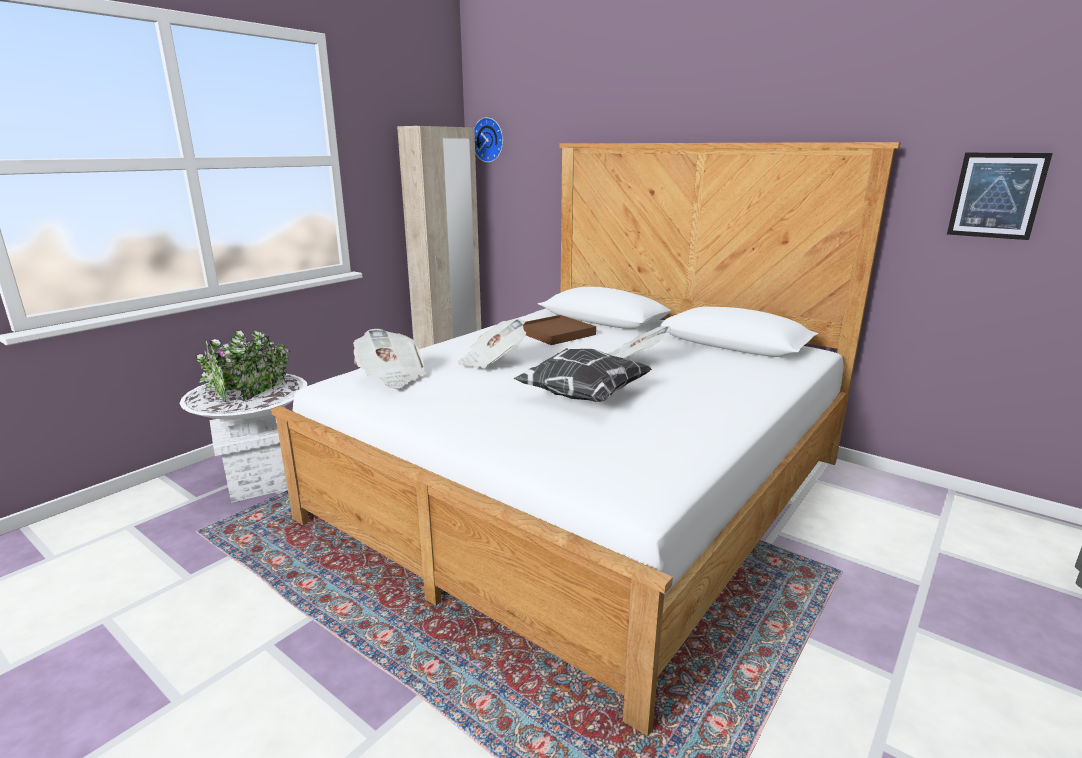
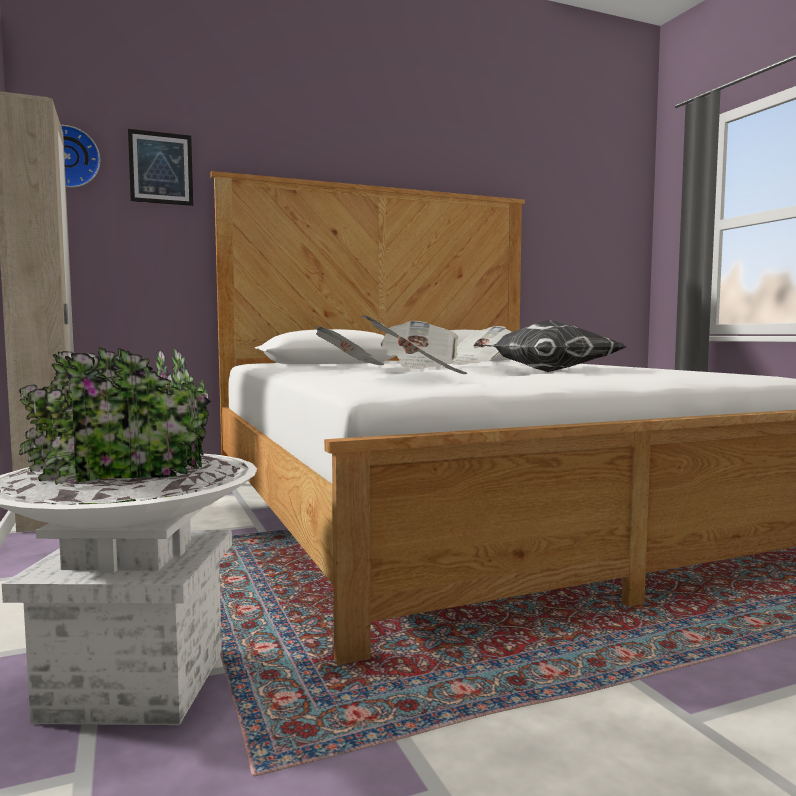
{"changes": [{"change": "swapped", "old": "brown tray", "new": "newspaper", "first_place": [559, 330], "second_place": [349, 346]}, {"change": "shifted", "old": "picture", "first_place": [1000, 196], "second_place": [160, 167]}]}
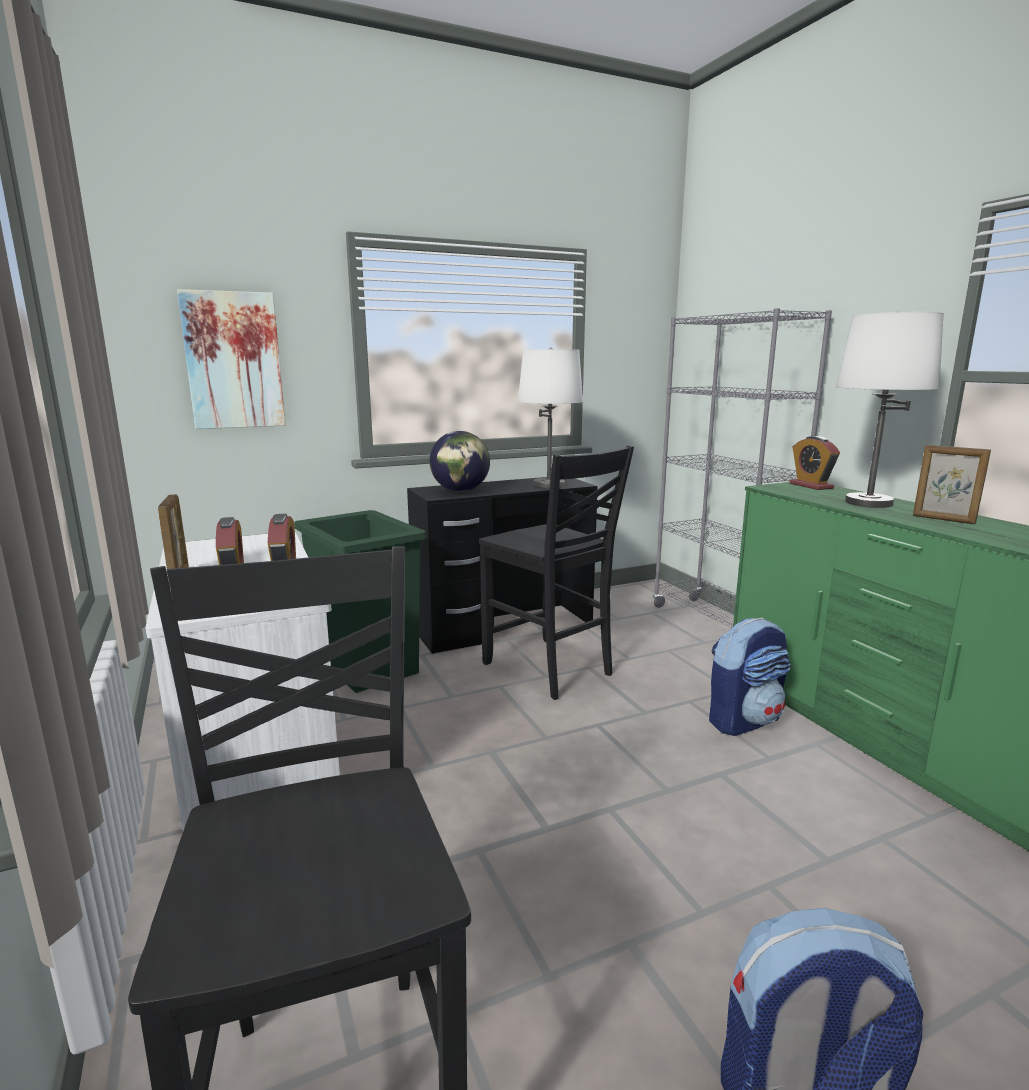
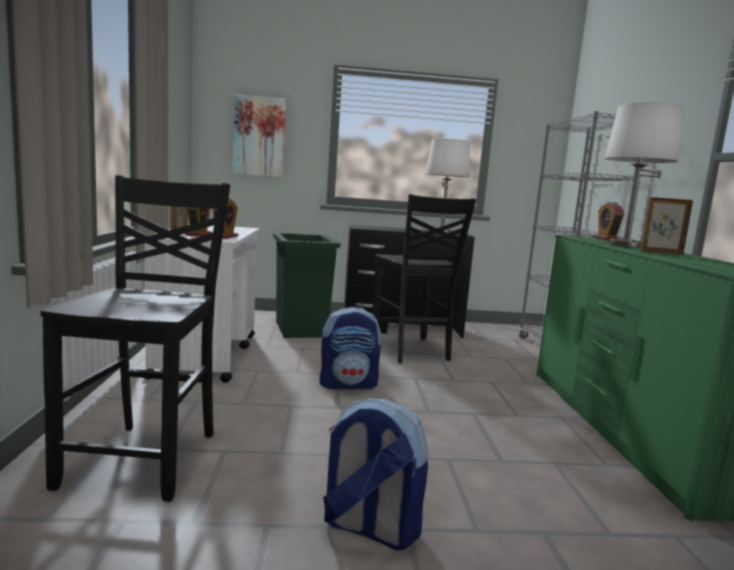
{"changes": [{"change": "gone", "old": "globe", "first_place": [460, 461]}, {"change": "shifted", "old": "backpack", "first_place": [750, 677], "second_place": [351, 348]}, {"change": "rotated", "old": "picture frame", "first_place": [952, 484], "second_place": [666, 226], "degrees": 120}]}
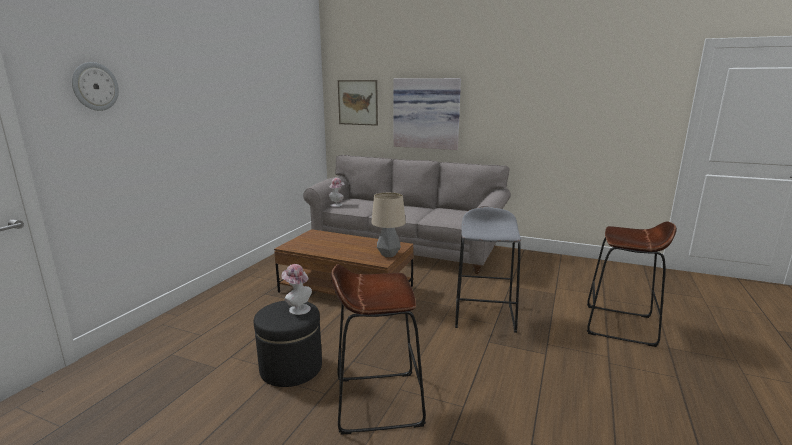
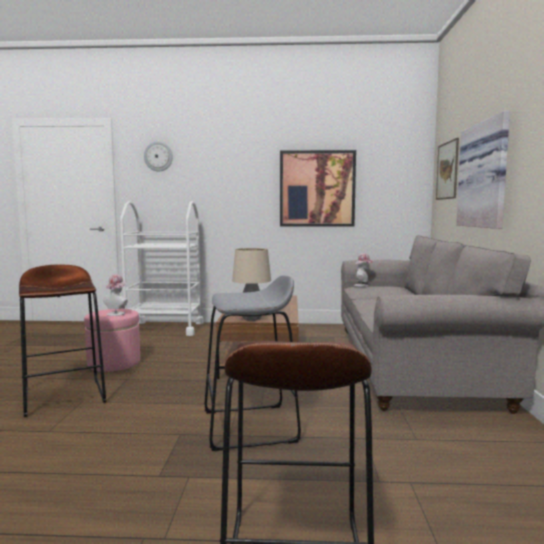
{"changes": [{"change": "repainted", "old": "black ottoman", "new": "pink ottoman", "first_place": [288, 344], "second_place": [112, 340]}, {"change": "new", "new": "white cart", "second_place": [162, 268]}, {"change": "new", "new": "picture", "second_place": [318, 188]}]}
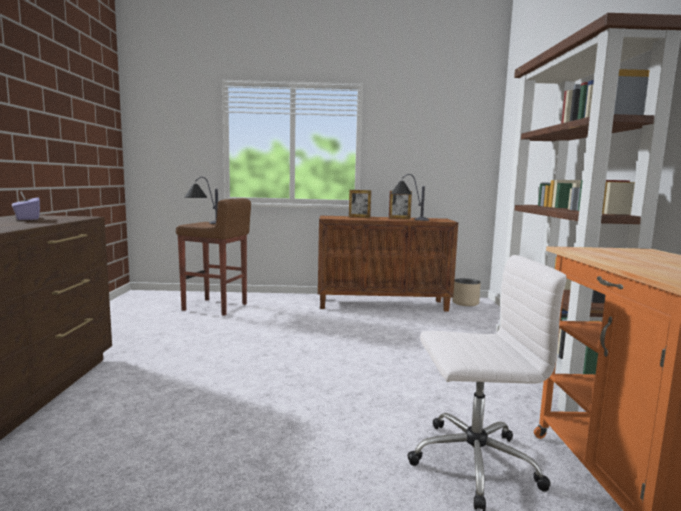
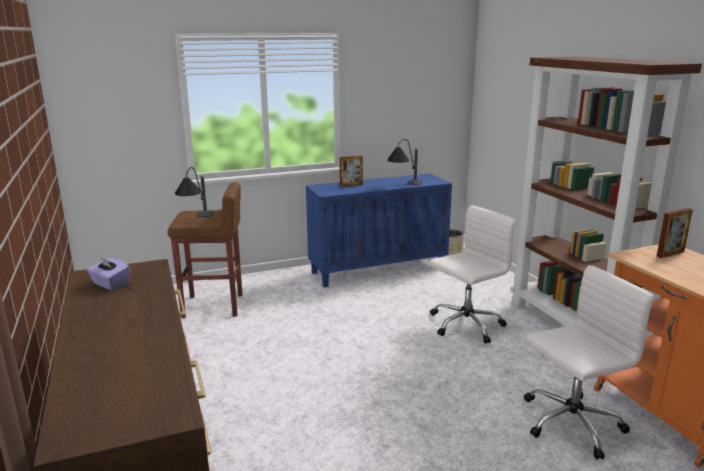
{"changes": [{"change": "repainted", "old": "brown cabinet", "new": "blue cabinet", "first_place": [388, 264], "second_place": [379, 230]}, {"change": "shifted", "old": "picture frame", "first_place": [400, 205], "second_place": [675, 233]}, {"change": "new", "new": "white office chair", "second_place": [472, 274]}]}
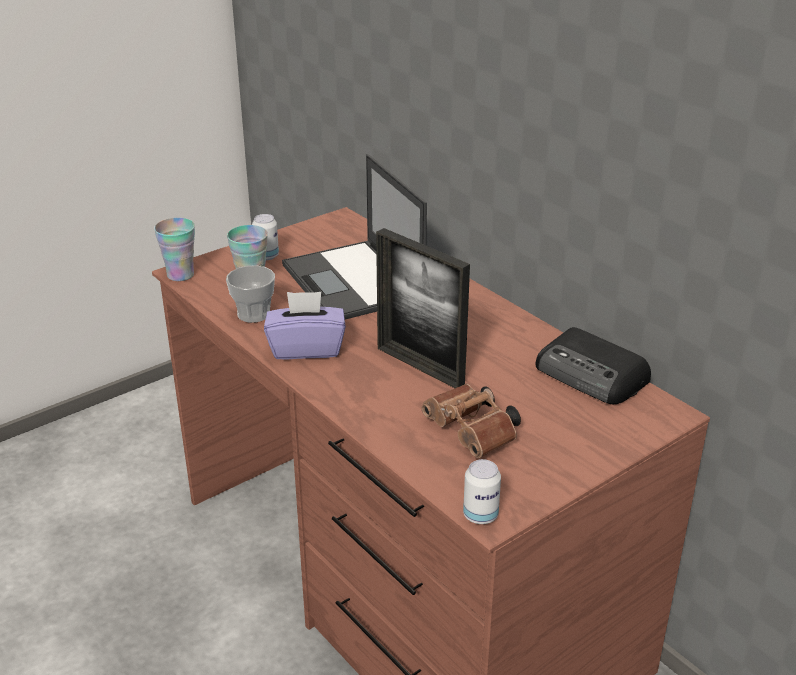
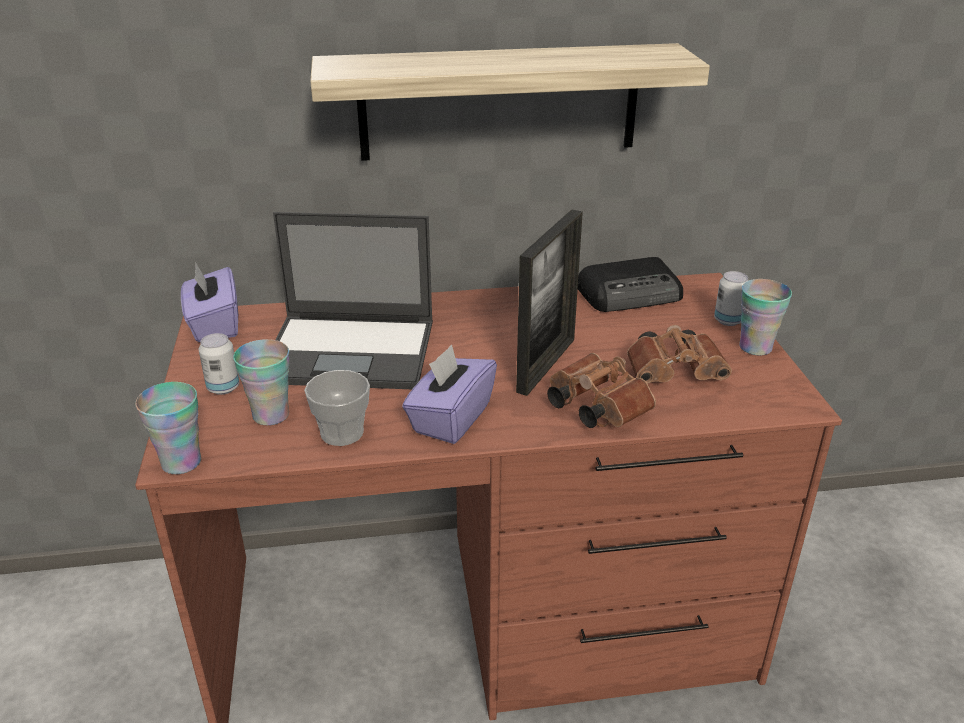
{"changes": [{"change": "rotated", "old": "picture frame", "first_place": [423, 308], "second_place": [549, 302], "degrees": -45}, {"change": "shifted", "old": "can", "first_place": [482, 491], "second_place": [731, 298]}, {"change": "new", "new": "purple tissue box", "second_place": [209, 302]}, {"change": "new", "new": "shelf", "second_place": [510, 102]}, {"change": "new", "new": "brown binoculars", "second_place": [601, 390]}, {"change": "new", "new": "cup", "second_place": [765, 317]}]}
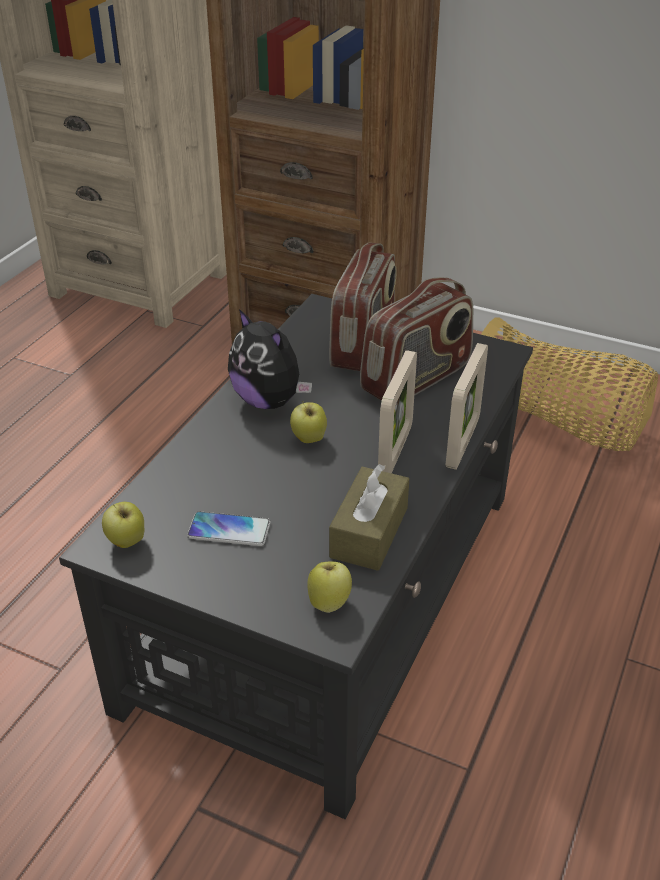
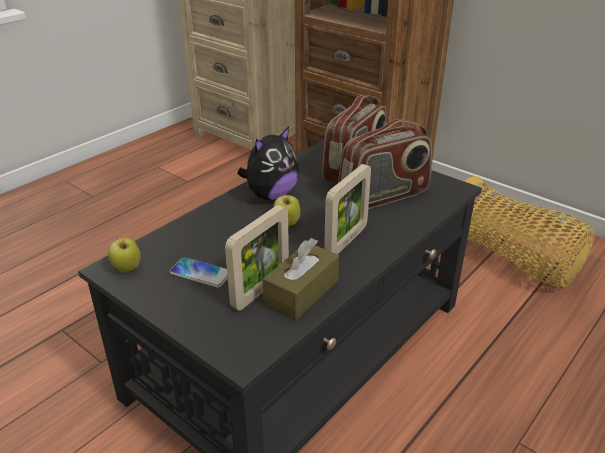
{"changes": [{"change": "rotated", "old": "plush toy", "first_place": [270, 359], "second_place": [268, 163], "degrees": -105}, {"change": "gone", "old": "apple", "first_place": [329, 587]}, {"change": "shifted", "old": "picture frame", "first_place": [467, 406], "second_place": [257, 258]}]}
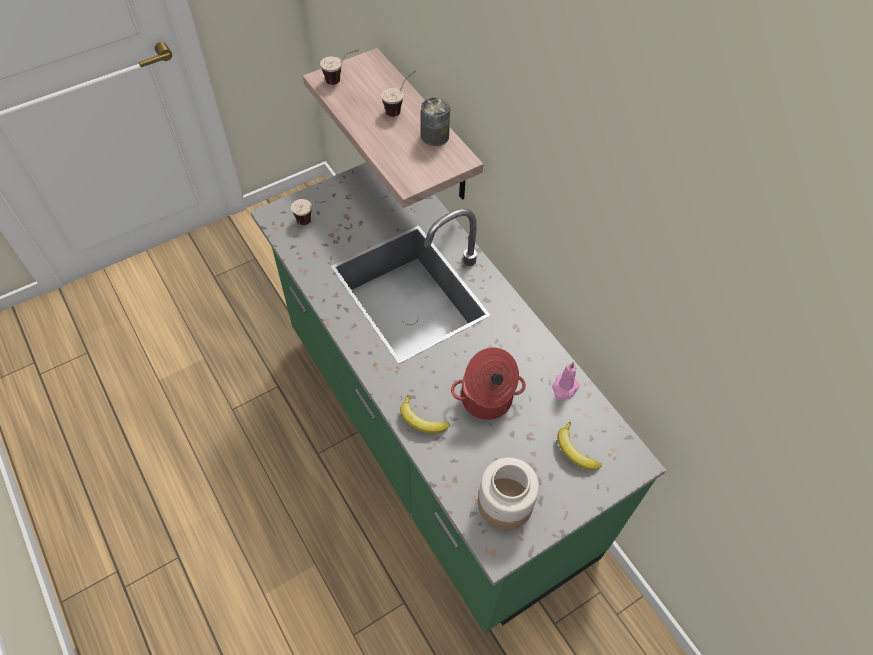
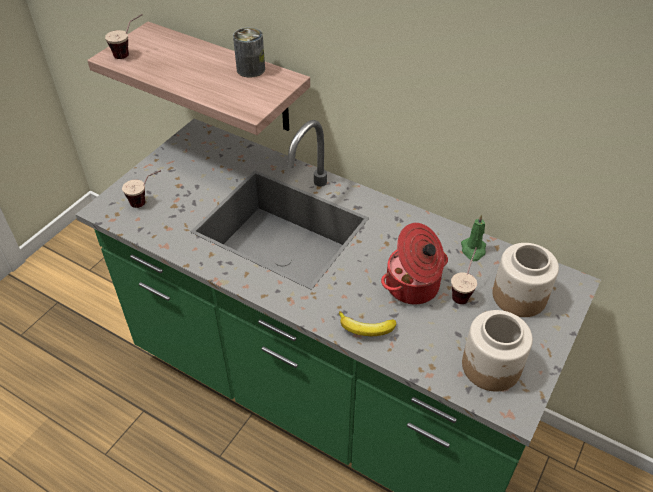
{"changes": [{"change": "shifted", "old": "cup", "first_place": [398, 93], "second_place": [464, 275]}, {"change": "repainted", "old": "pink candle", "new": "green candle", "first_place": [565, 381], "second_place": [473, 237]}, {"change": "swapped", "old": "banana", "new": "jar", "first_place": [579, 446], "second_place": [526, 280]}]}
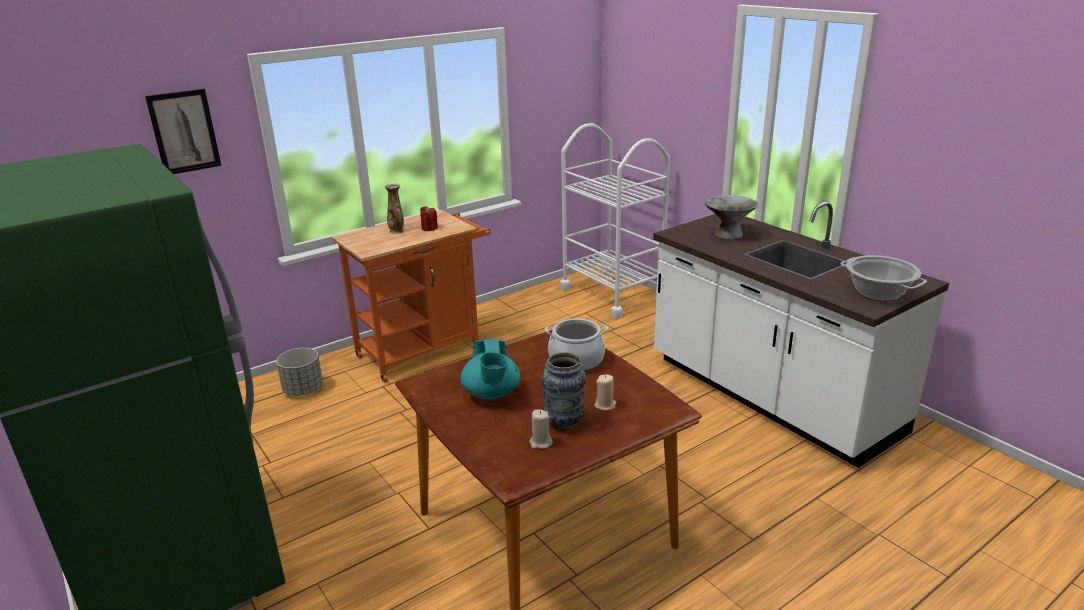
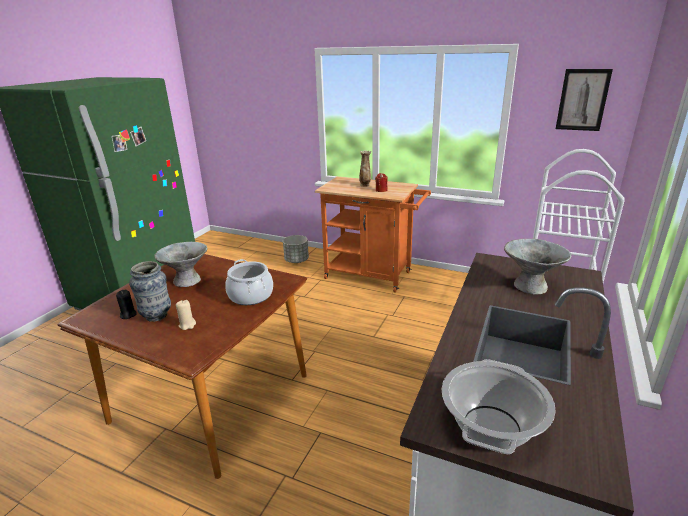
{"changes": [{"change": "shifted", "old": "picture", "first_place": [183, 131], "second_place": [584, 100]}, {"change": "swapped", "old": "turquoise teapot", "new": "grey bowl", "first_place": [490, 369], "second_place": [181, 264]}, {"change": "repainted", "old": "beige candle", "new": "black candle", "first_place": [541, 429], "second_place": [126, 304]}]}
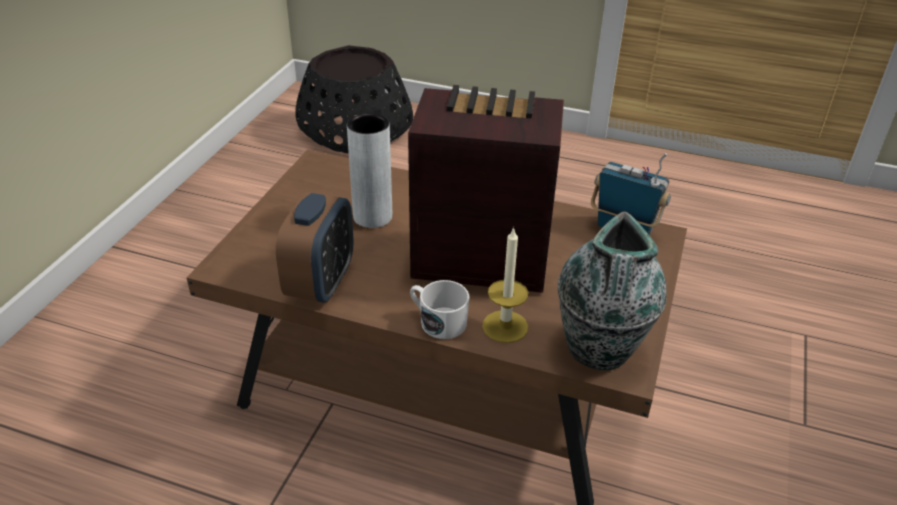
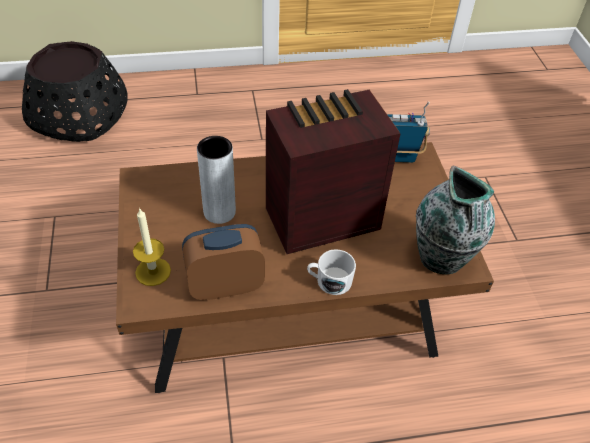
{"changes": [{"change": "rotated", "old": "alarm clock", "first_place": [315, 247], "second_place": [223, 262], "degrees": -90}, {"change": "shifted", "old": "candle", "first_place": [505, 285], "second_place": [152, 247]}]}
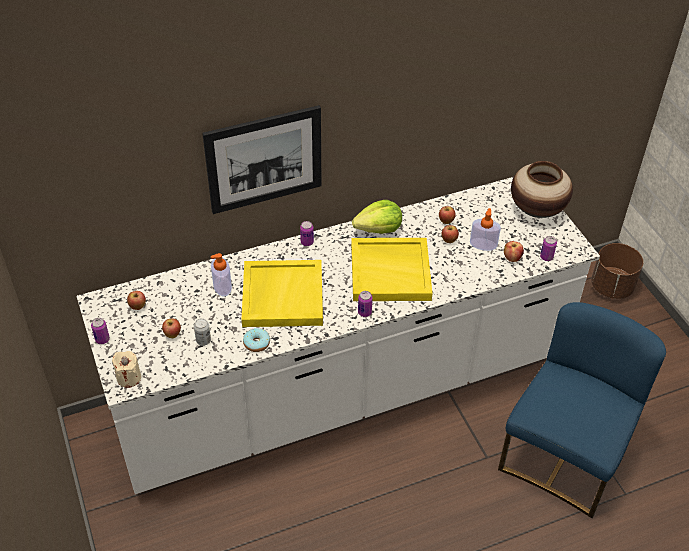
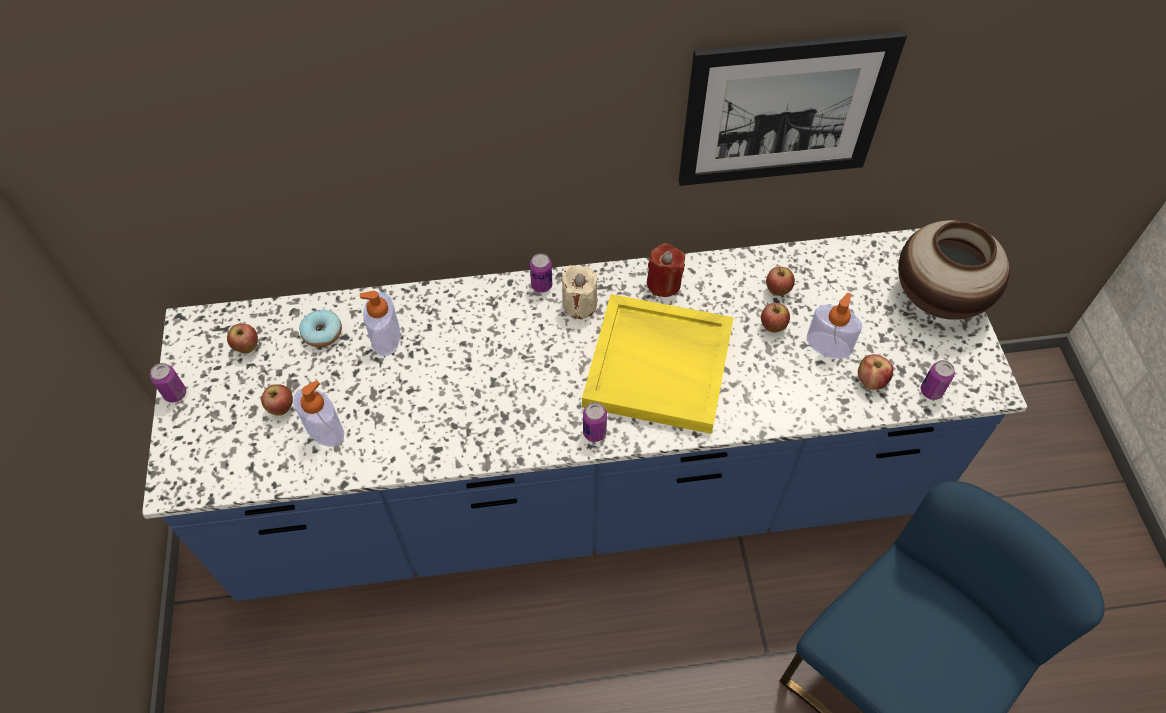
{"changes": [{"change": "repainted", "old": "white counter", "new": "blue counter", "first_place": [338, 335], "second_place": [584, 414]}, {"change": "shifted", "old": "beige candle", "first_place": [126, 369], "second_place": [579, 292]}, {"change": "swapped", "old": "can", "new": "soap dispenser", "first_place": [202, 332], "second_place": [318, 413]}, {"change": "shifted", "old": "picture", "first_place": [262, 159], "second_place": [793, 108]}, {"change": "gone", "old": "yellow tray", "first_place": [282, 293]}, {"change": "shifted", "old": "donut", "first_place": [256, 340], "second_place": [320, 328]}, {"change": "swapped", "old": "lettuce", "new": "red candle", "first_place": [377, 217], "second_place": [666, 270]}, {"change": "gone", "old": "brown planter", "first_place": [617, 271]}]}
